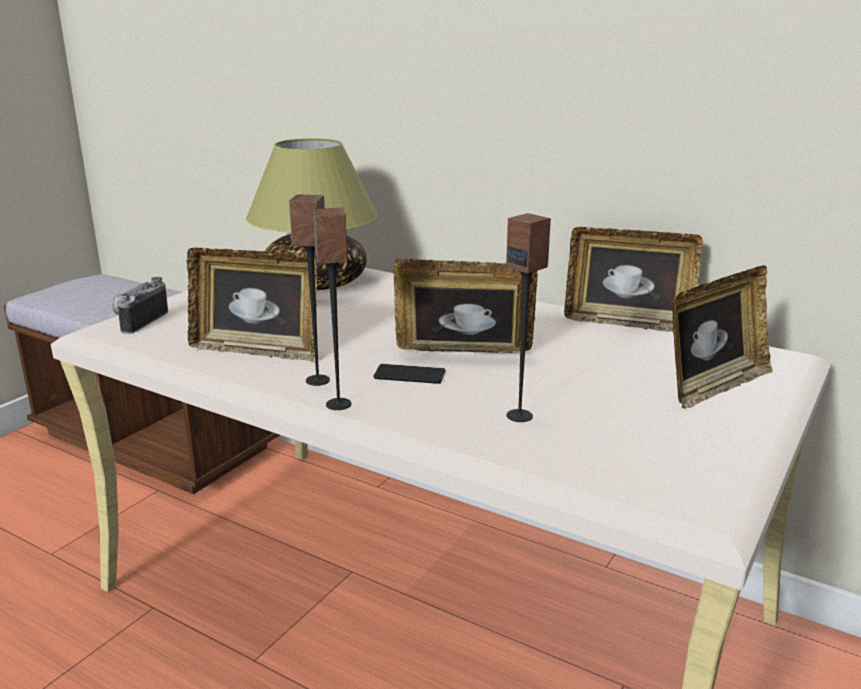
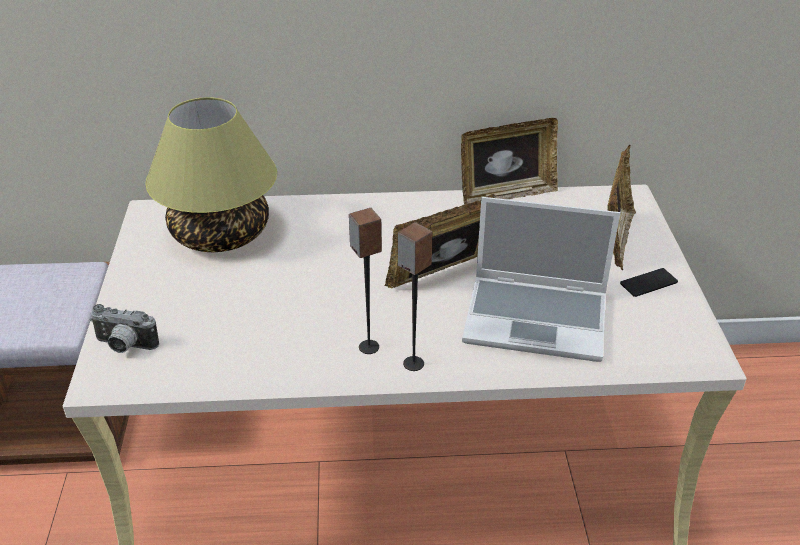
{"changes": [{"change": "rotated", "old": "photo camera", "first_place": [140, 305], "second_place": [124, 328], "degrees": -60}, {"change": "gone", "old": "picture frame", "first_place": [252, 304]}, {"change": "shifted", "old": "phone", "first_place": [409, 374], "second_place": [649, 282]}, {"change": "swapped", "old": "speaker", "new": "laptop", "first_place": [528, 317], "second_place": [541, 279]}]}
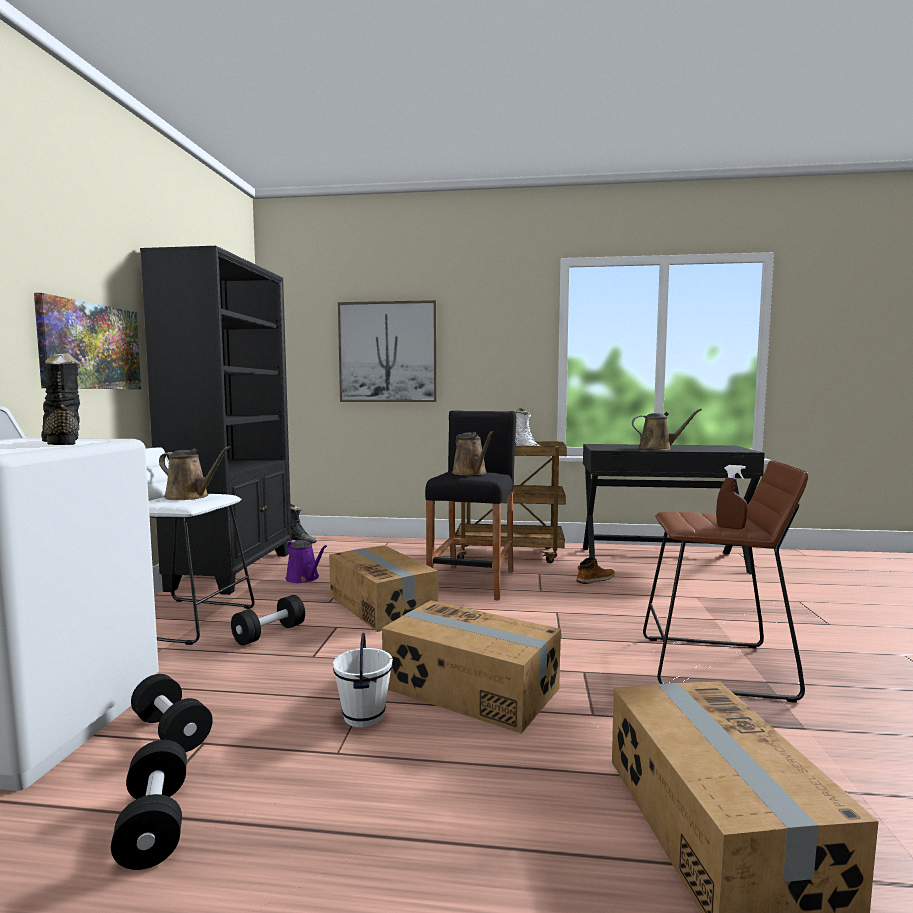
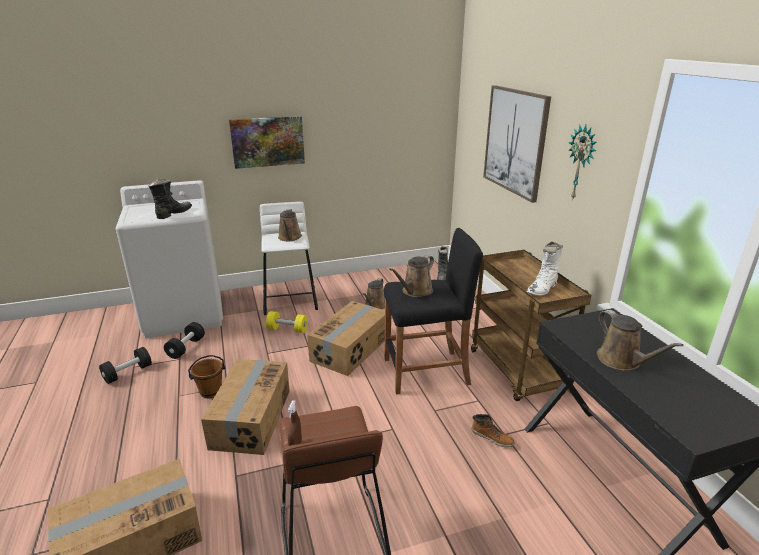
{"changes": [{"change": "gone", "old": "black bookcase", "first_place": [216, 420]}, {"change": "repainted", "old": "black dumbbell", "new": "yellow dumbbell", "first_place": [268, 620], "second_place": [287, 322]}, {"change": "repainted", "old": "purple watering can", "new": "brown watering can", "first_place": [306, 561], "second_place": [374, 293]}, {"change": "repainted", "old": "white bucket", "new": "brown bucket", "first_place": [363, 680], "second_place": [206, 376]}, {"change": "new", "new": "wall clock", "second_place": [582, 161]}]}
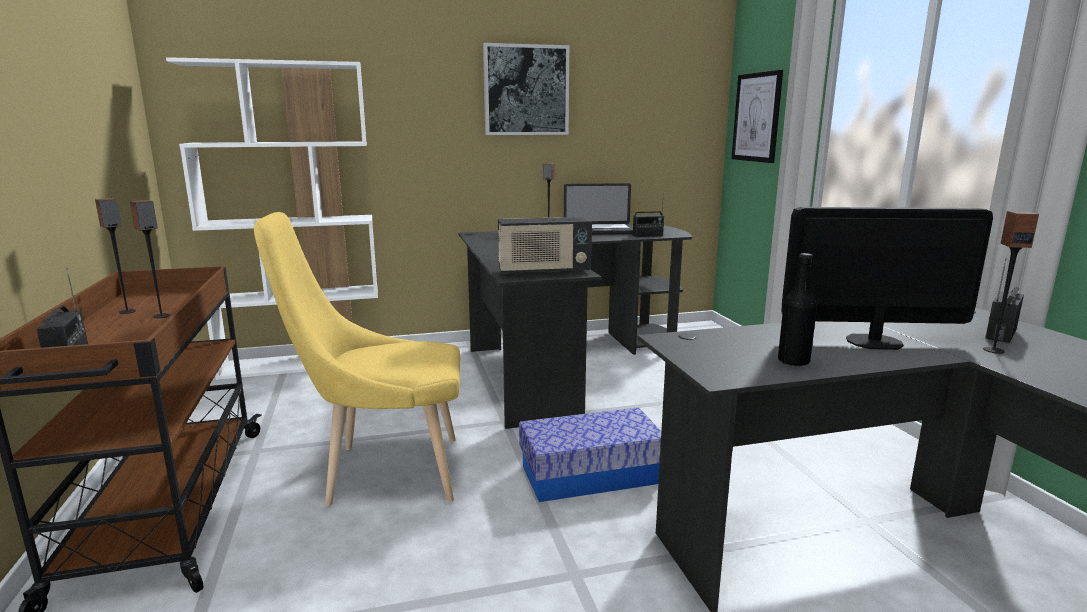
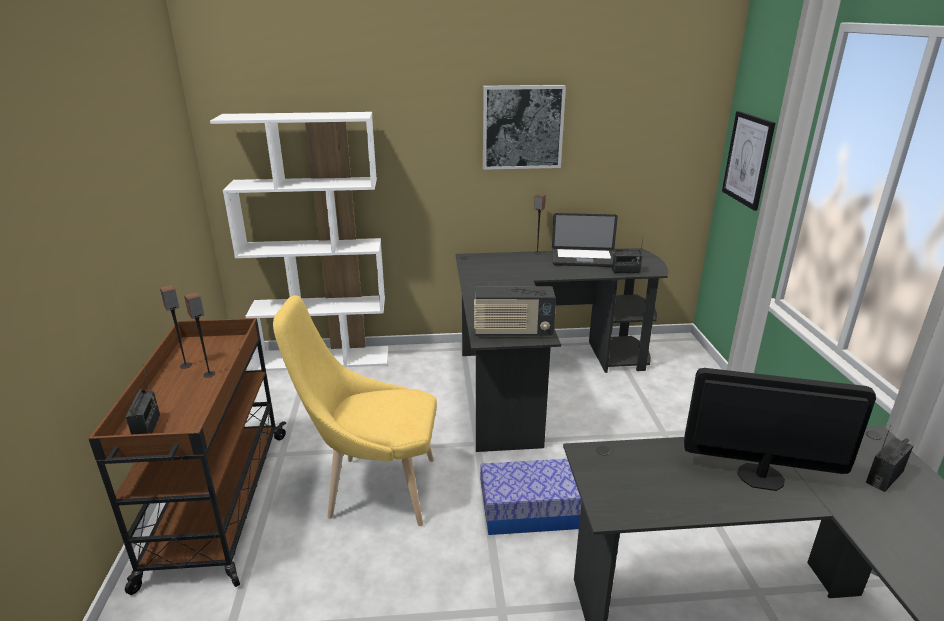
{"changes": [{"change": "gone", "old": "black bottle", "first_place": [797, 310]}, {"change": "gone", "old": "speaker", "first_place": [1011, 282]}]}
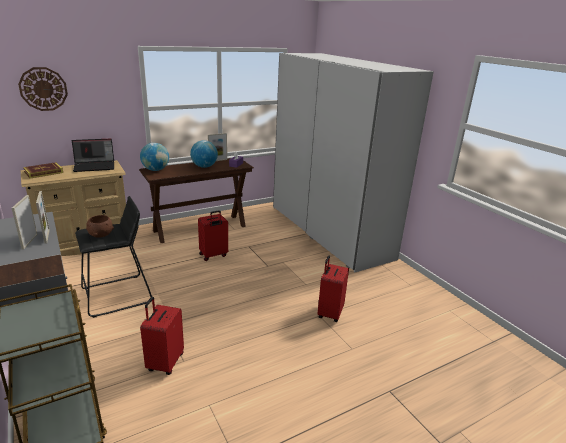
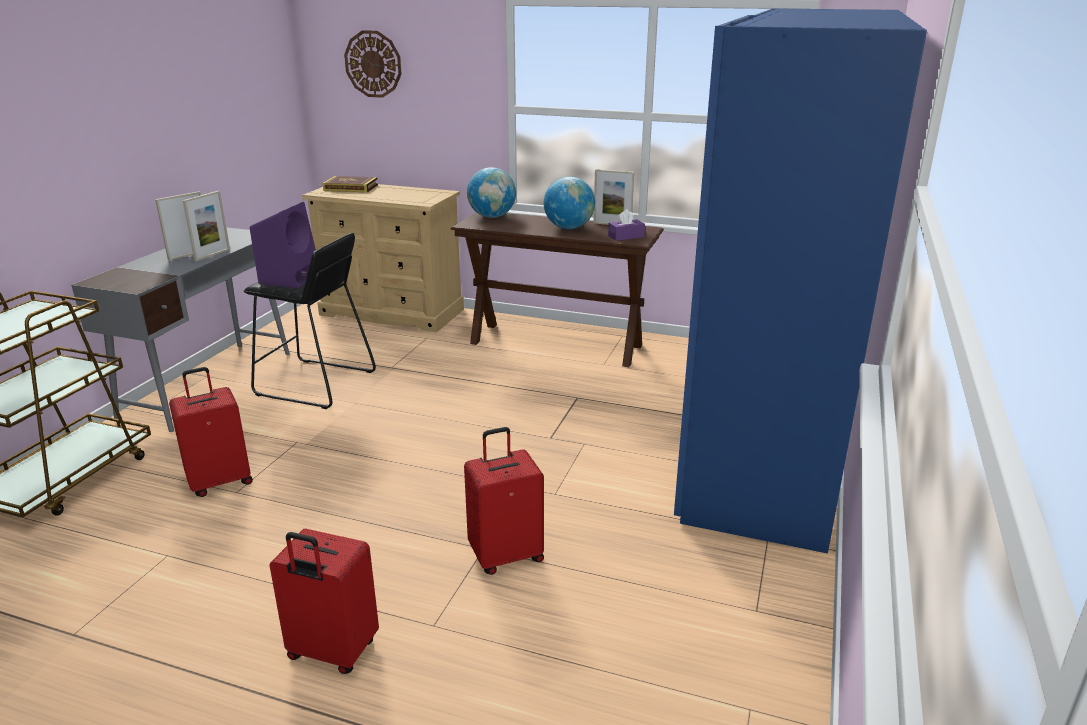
{"changes": [{"change": "gone", "old": "laptop", "first_place": [93, 155]}, {"change": "swapped", "old": "brown bowl", "new": "purple speaker", "first_place": [100, 226], "second_place": [283, 245]}, {"change": "shifted", "old": "red suitcase", "first_place": [213, 235], "second_place": [324, 601]}, {"change": "repainted", "old": "white wardrobe", "new": "blue wardrobe", "first_place": [353, 162], "second_place": [800, 280]}]}
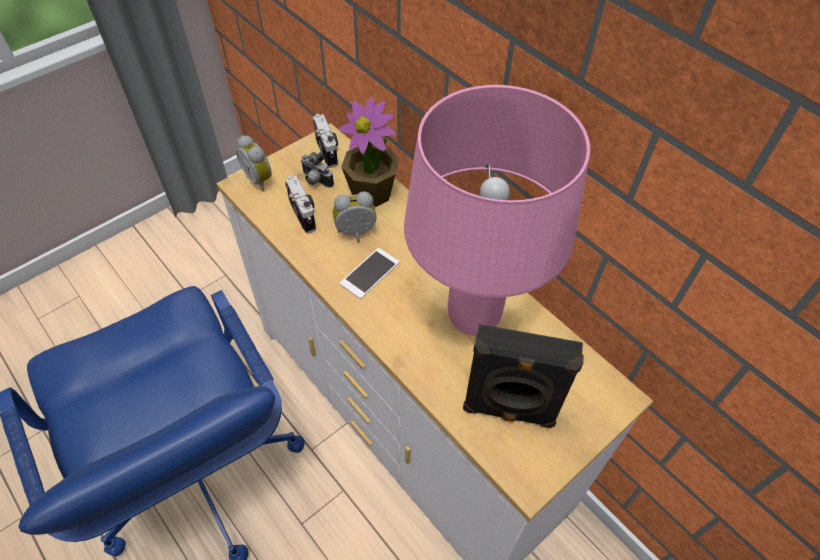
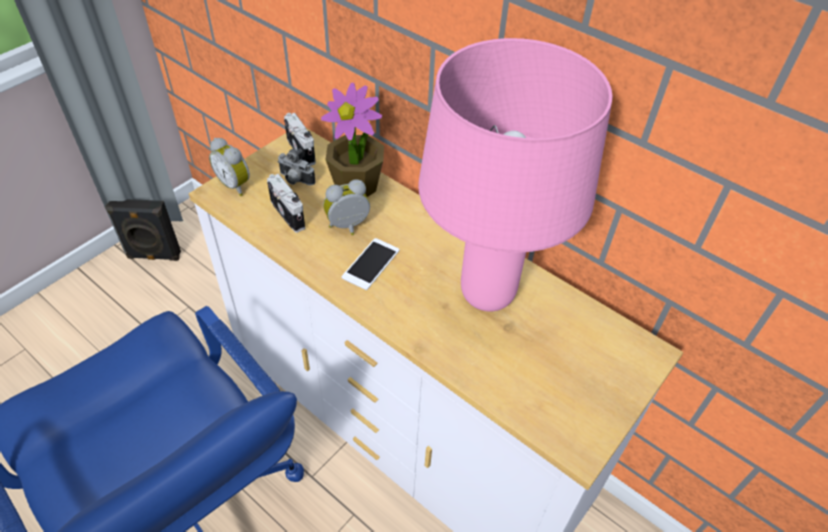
{"changes": [{"change": "shifted", "old": "black speaker", "first_place": [523, 376], "second_place": [143, 230]}]}
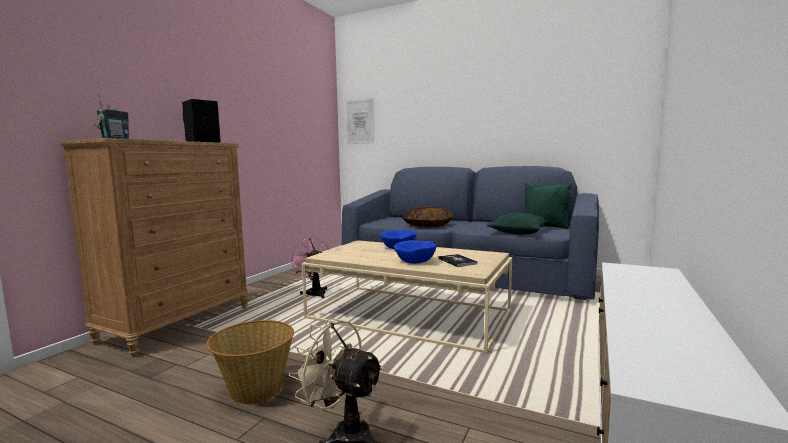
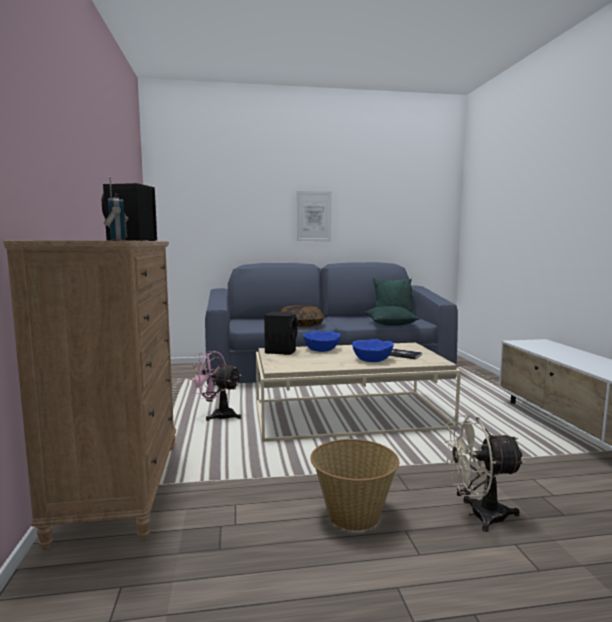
{"changes": [{"change": "shifted", "old": "picture", "first_place": [360, 121], "second_place": [314, 216]}, {"change": "new", "new": "black speaker", "second_place": [281, 333]}]}
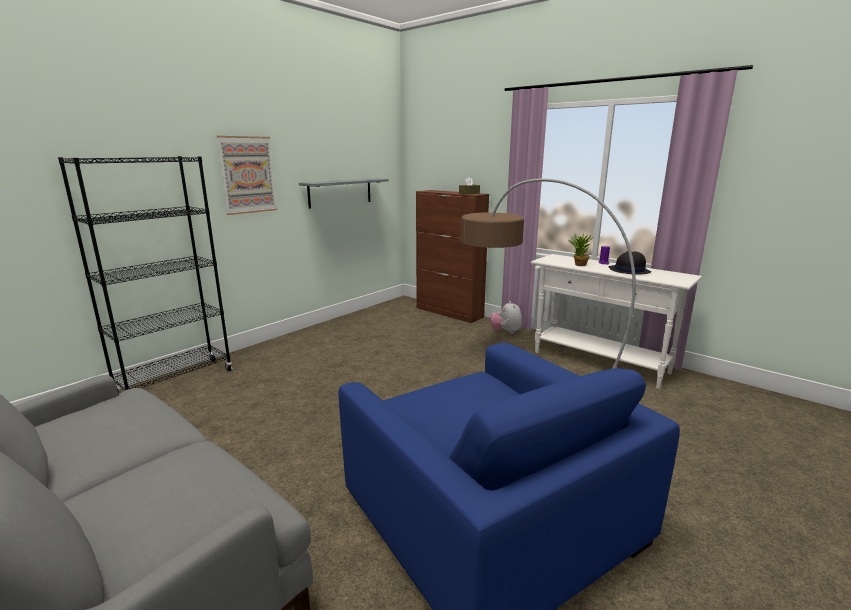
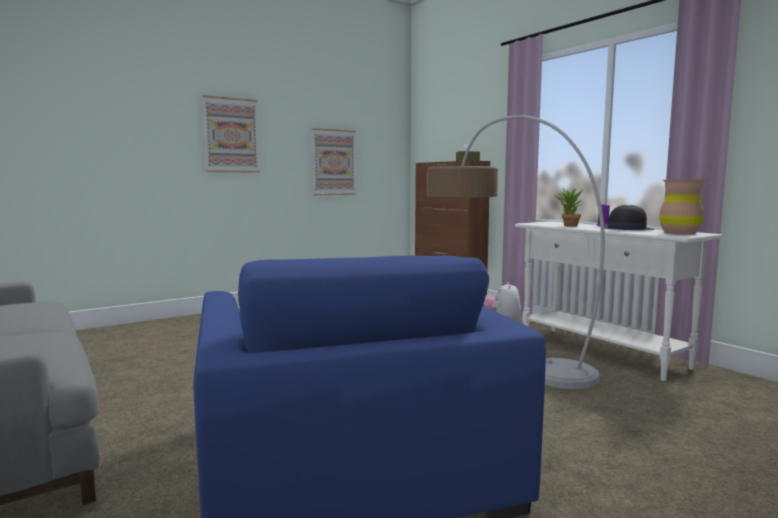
{"changes": [{"change": "gone", "old": "black bookcase", "first_place": [145, 275]}, {"change": "swapped", "old": "grey shelf", "new": "picture", "first_place": [344, 193], "second_place": [334, 161]}, {"change": "new", "new": "brown vase", "second_place": [682, 207]}]}
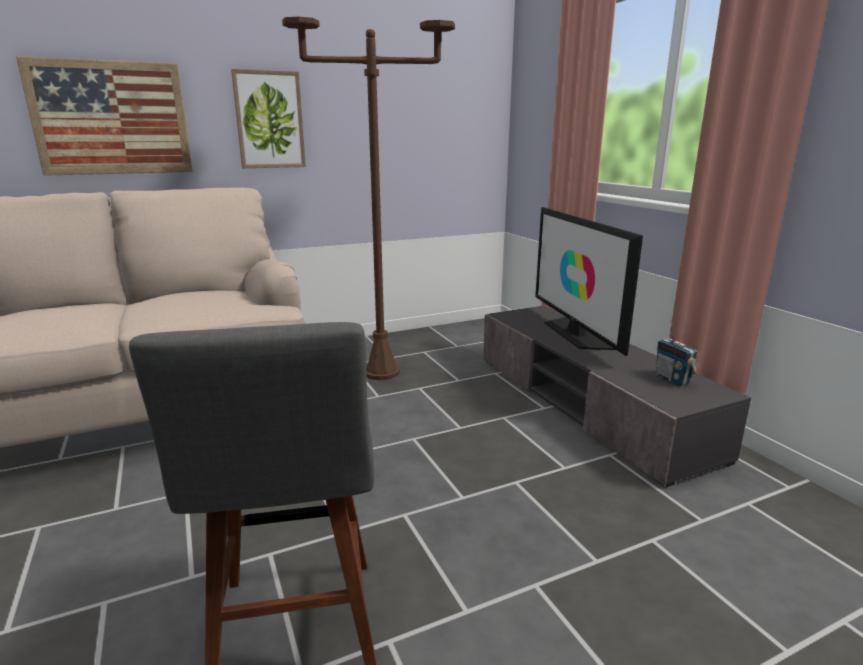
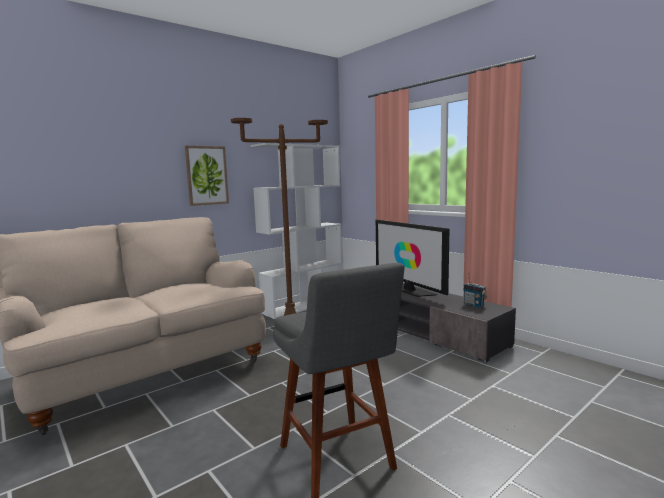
{"changes": [{"change": "gone", "old": "picture", "first_place": [104, 116]}, {"change": "new", "new": "white bookcase", "second_place": [296, 231]}]}
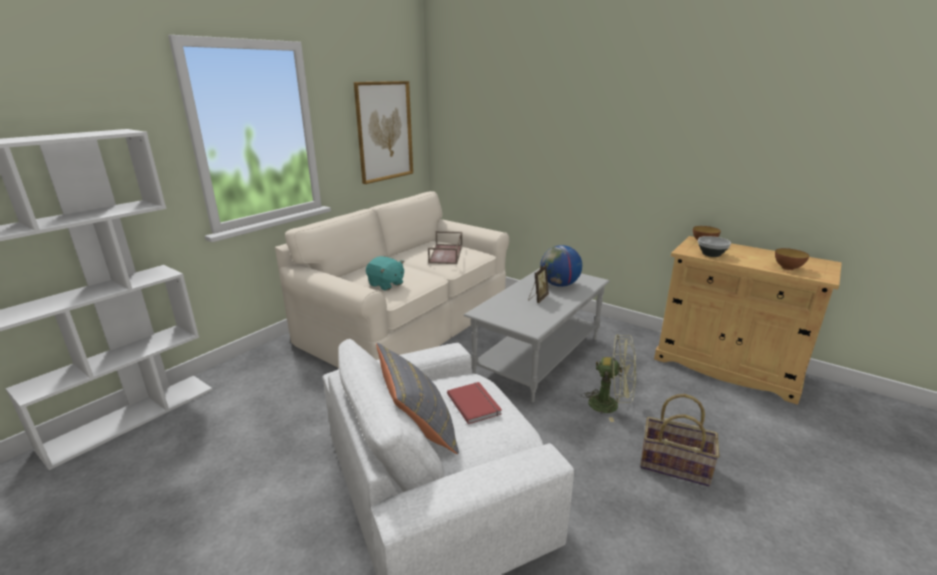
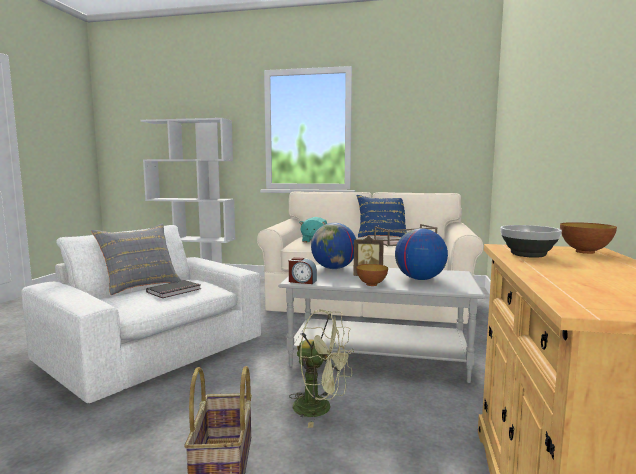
{"changes": [{"change": "gone", "old": "picture", "first_place": [383, 132]}, {"change": "repainted", "old": "red book", "new": "black book", "first_place": [474, 403], "second_place": [173, 289]}, {"change": "rotated", "old": "green fan", "first_place": [608, 378], "second_place": [321, 368], "degrees": -60}, {"change": "shifted", "old": "bowl", "first_place": [792, 259], "second_place": [372, 275]}, {"change": "new", "new": "alarm clock", "second_place": [303, 270]}, {"change": "new", "new": "globe", "second_place": [333, 246]}, {"change": "new", "new": "blue pillow", "second_place": [382, 216]}]}
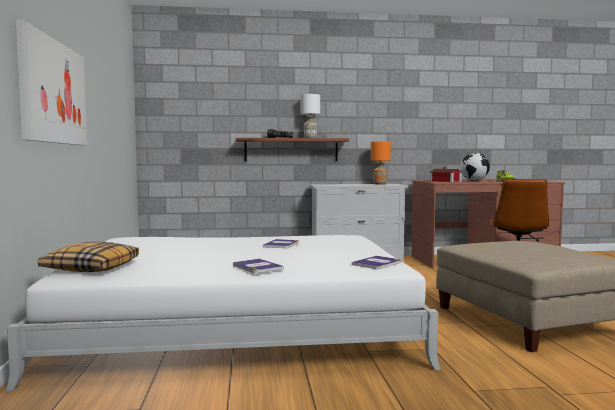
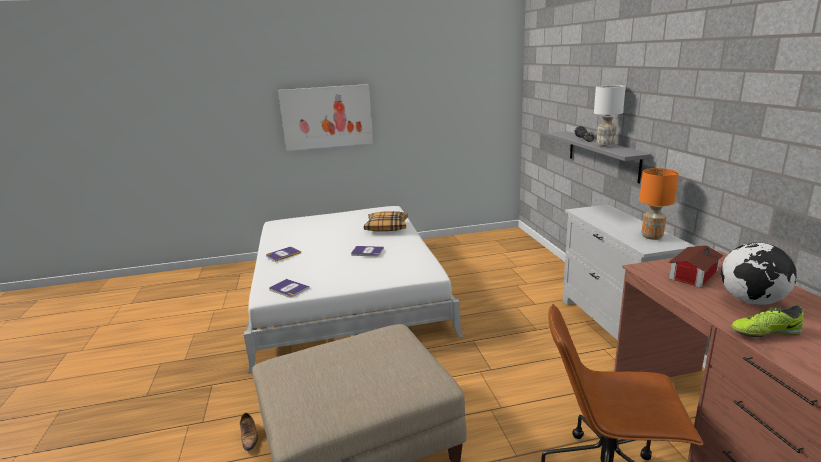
{"changes": [{"change": "shifted", "old": "pillow", "first_place": [88, 257], "second_place": [386, 221]}, {"change": "repainted", "old": "brown shelf", "new": "grey shelf", "first_place": [292, 149], "second_place": [599, 157]}, {"change": "new", "new": "shoe", "second_place": [249, 432]}]}
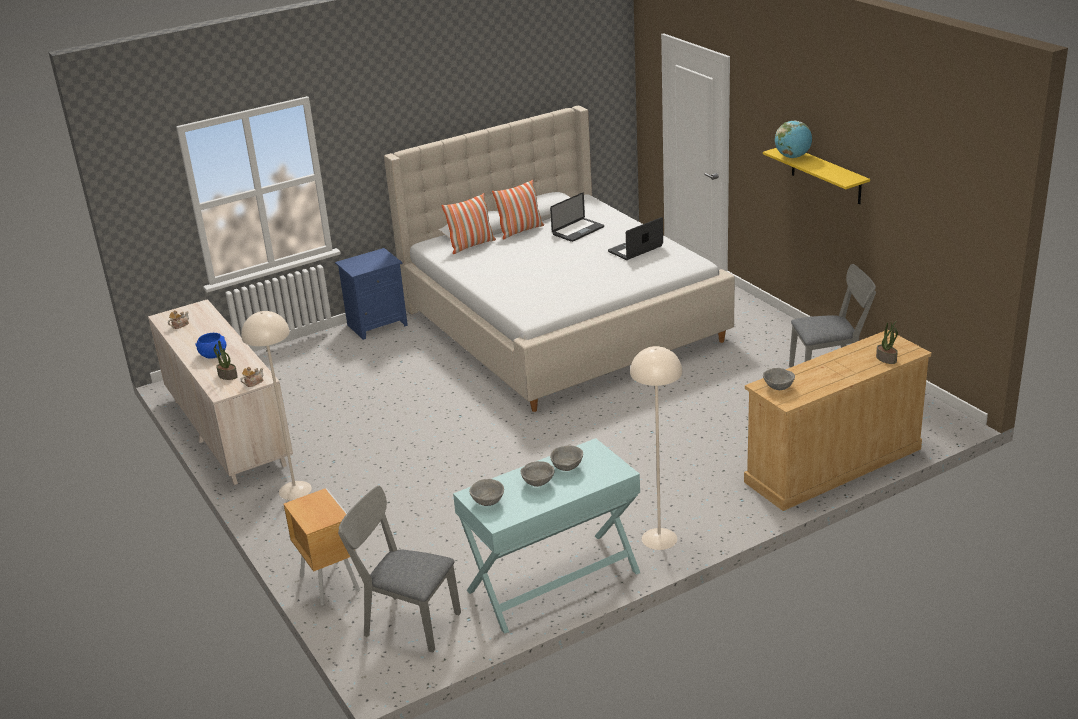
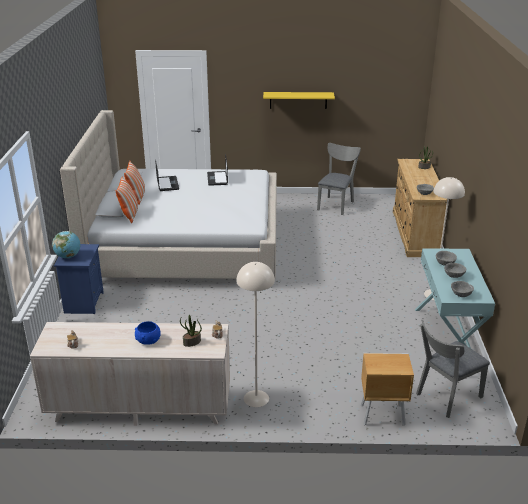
{"changes": [{"change": "shifted", "old": "globe", "first_place": [793, 139], "second_place": [66, 244]}]}
